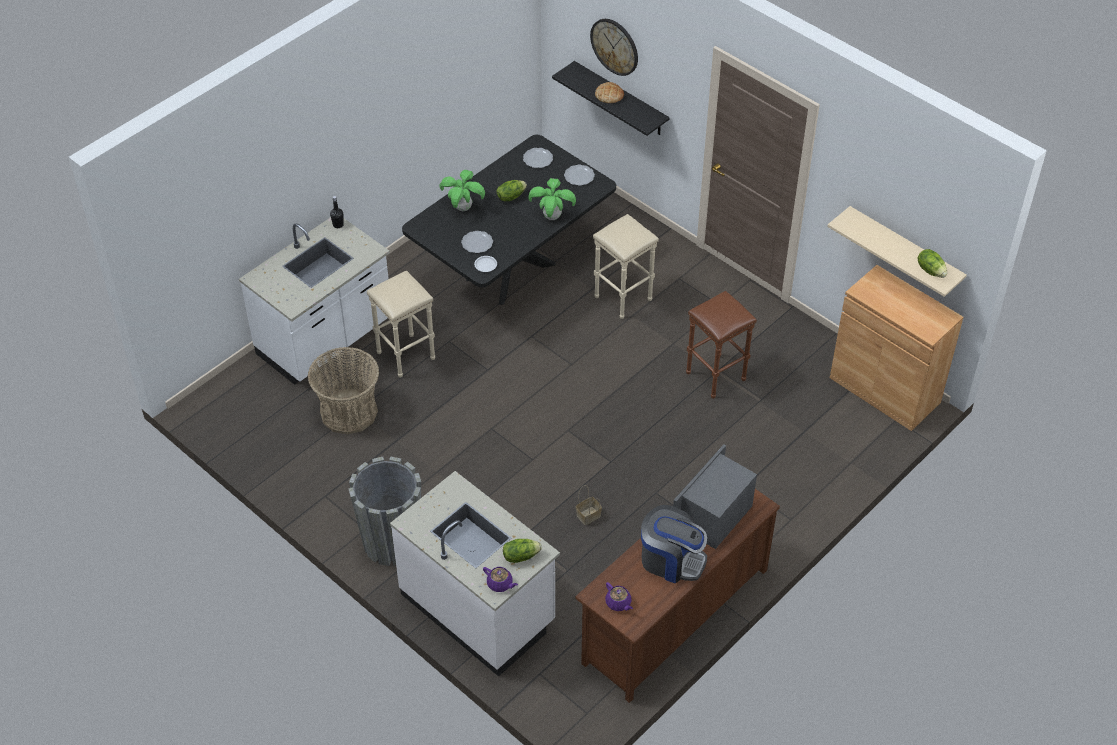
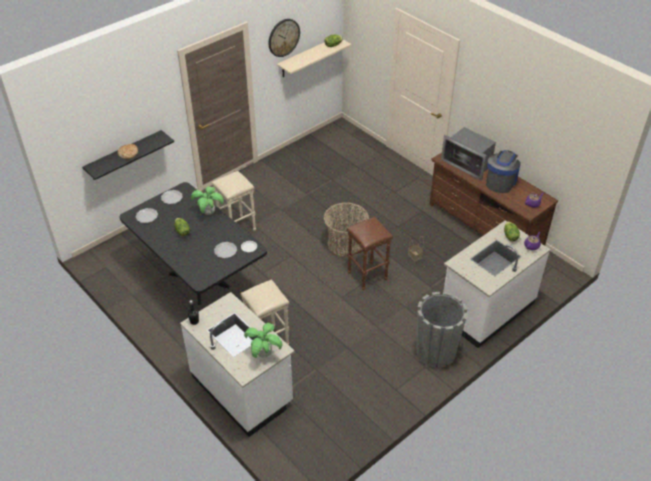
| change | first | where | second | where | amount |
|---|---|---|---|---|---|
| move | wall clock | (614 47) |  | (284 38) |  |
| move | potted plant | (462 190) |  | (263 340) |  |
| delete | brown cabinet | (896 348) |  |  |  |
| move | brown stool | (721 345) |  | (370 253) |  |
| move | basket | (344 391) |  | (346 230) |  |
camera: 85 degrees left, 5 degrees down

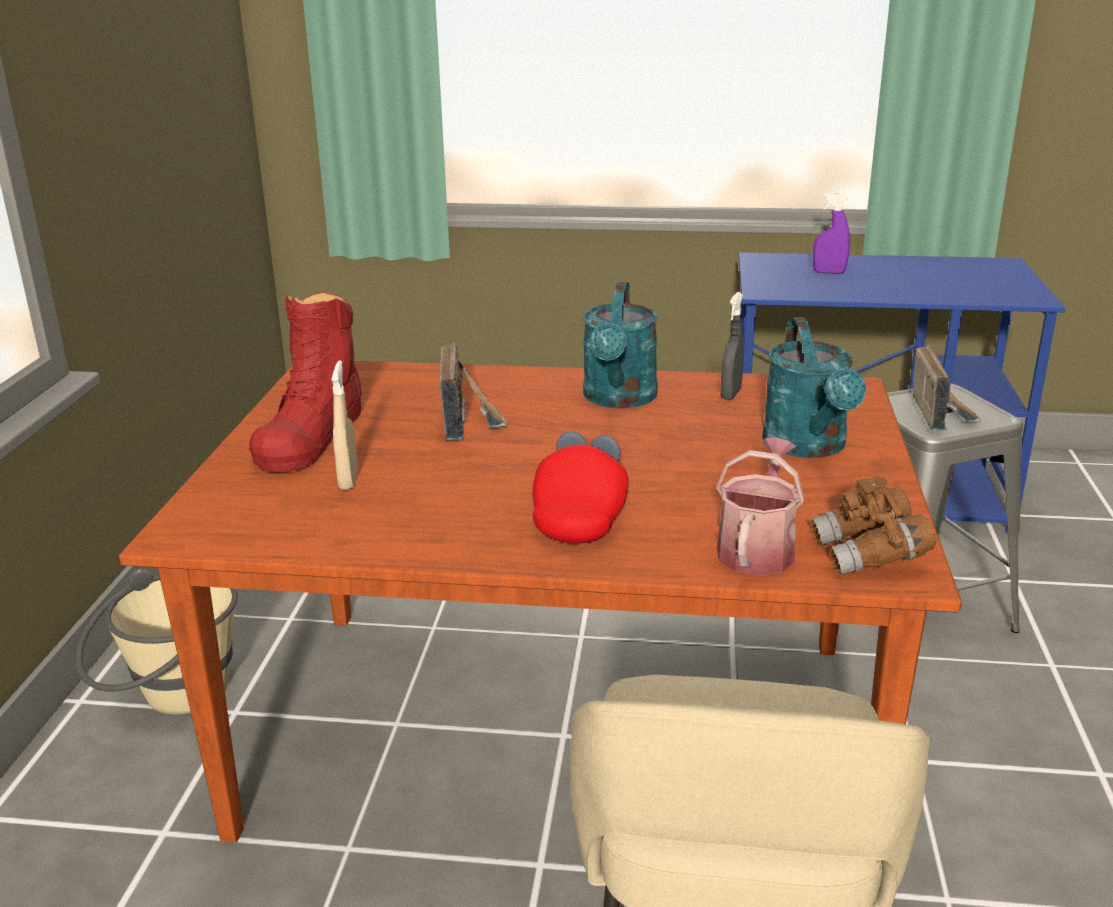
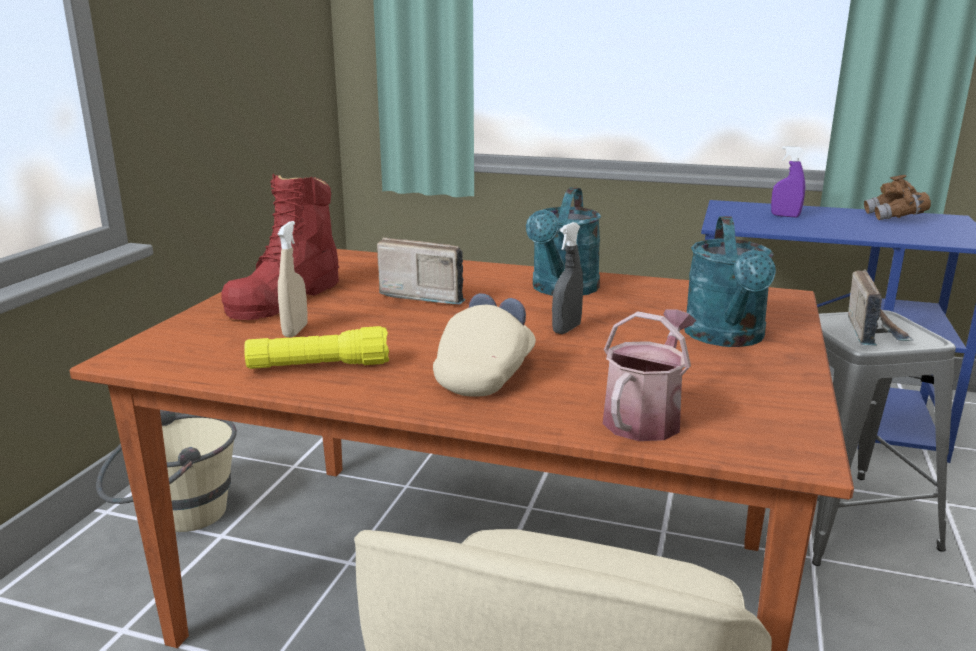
| change | first | where | second | where | amount |
|---|---|---|---|---|---|
| move | grey spray bottle | (732 346) |  | (567 278) |  |
| rotate | radio | (473 391) |  | (421 271) | 75 degrees counterclockwise |
| recolor | red cap | (580 487) | beige cap | (484 345) |  |
| move | brown binoculars | (873 526) |  | (897 197) |  |
| insert |  |  | yellow flashlight | (316 347) |  |
camera: 10 degrees right, 5 degrees down

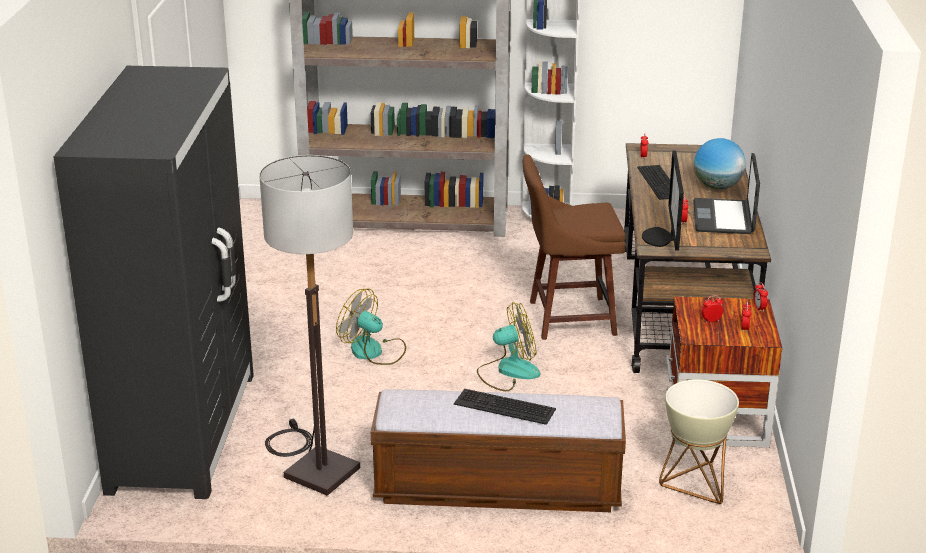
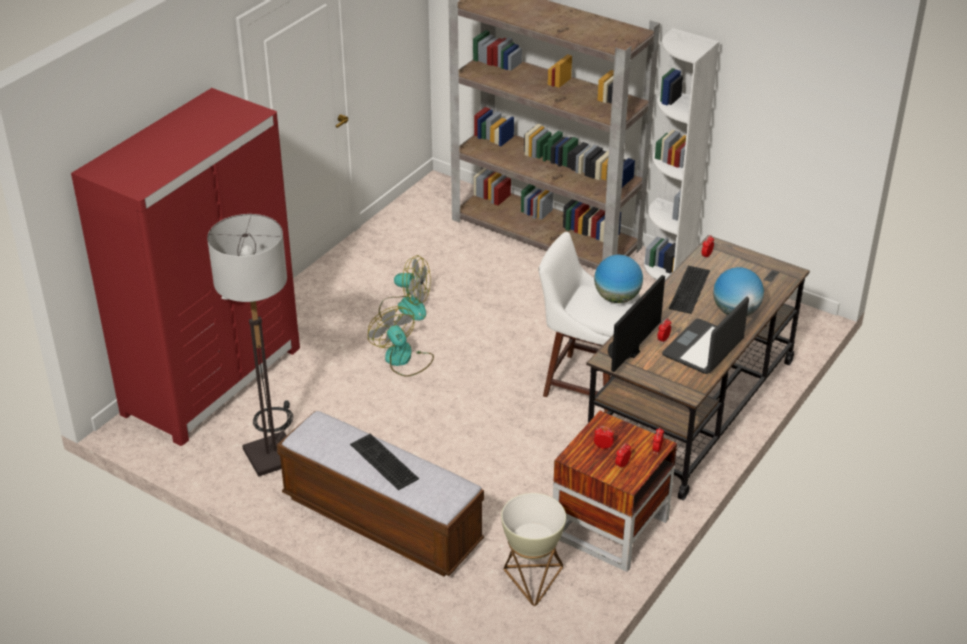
| change | first | where | second | where | amount |
|---|---|---|---|---|---|
| recolor | black cabinet | (153 282) | red cabinet | (185 267) |  |
| recolor | brown stool | (574 247) | white stool | (589 322) |  |
| move | fan | (508 346) |  | (405 289) |  |
| insert |  |  | globe | (618 279) |  |
camera: 30 degrees right, 10 degrees up

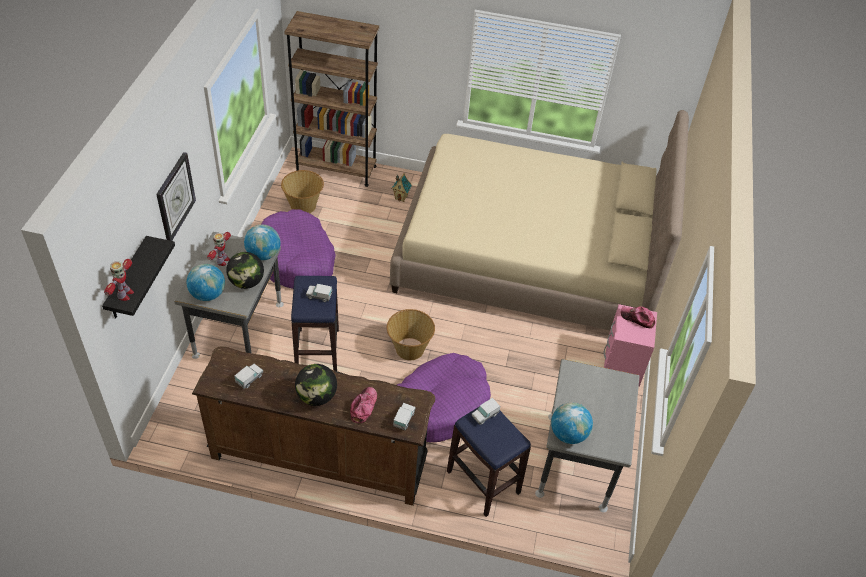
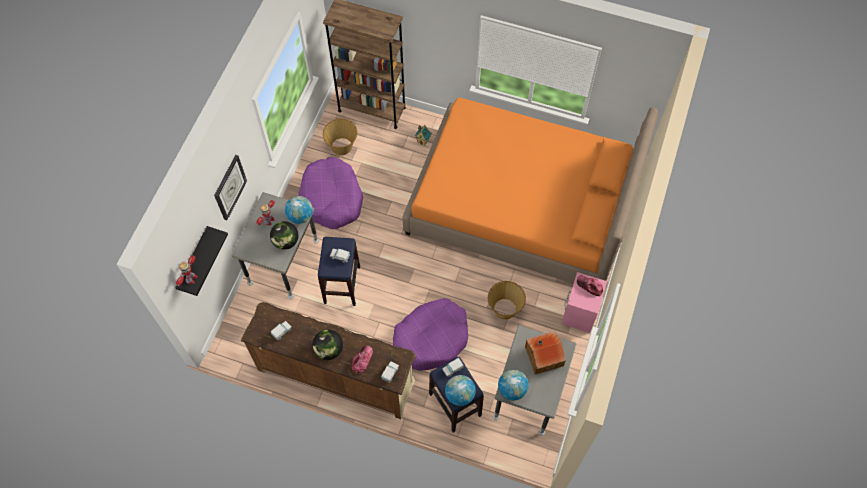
| change | first | where | second | where | amount |
|---|---|---|---|---|---|
| recolor | beige bed | (539 220) | orange bed | (530 190) |  |
| move | globe | (205 282) |  | (460 390) |  |
| move | basket | (411 334) |  | (507 300) |  |
| recolor | black cabinet | (313 426) | beige cabinet | (328 360) |  |
| insert |  |  | toy house | (545 352) |  |
camera: 10 degrees right, 15 degrees up

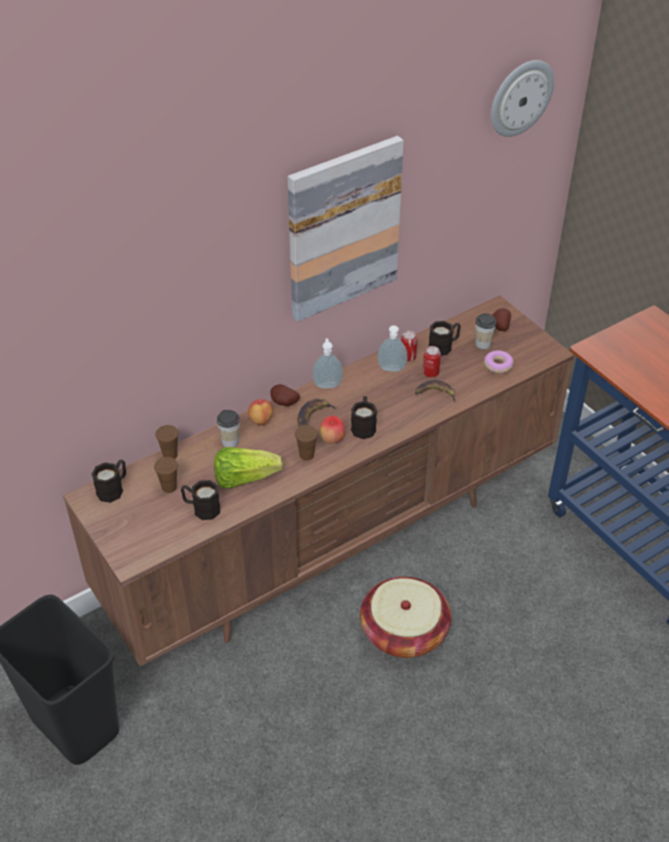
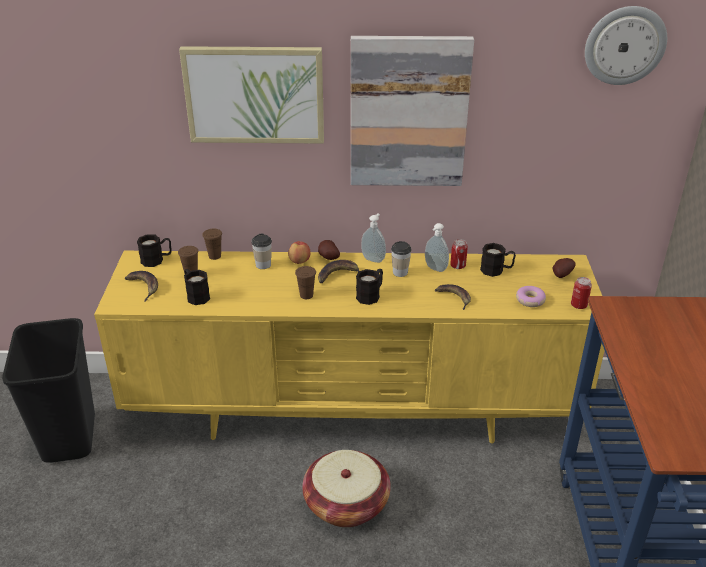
| change | first | where | second | where | amount |
|---|---|---|---|---|---|
| recolor | brown cabinet | (318 481) | yellow cabinet | (349 347) |  |
| move | cup | (486 331) |  | (401 259) |  |
| move | can | (432 361) |  | (581 293) |  |
| delete | apple | (332 430) |  |  |  |
| delete | lettuce | (248 468) |  |  |  |
| insert |  |  | picture | (251 95) |  |
| insert |  |  | banana | (141 286) |  |
camera: 35 degrees right, 10 degrees down

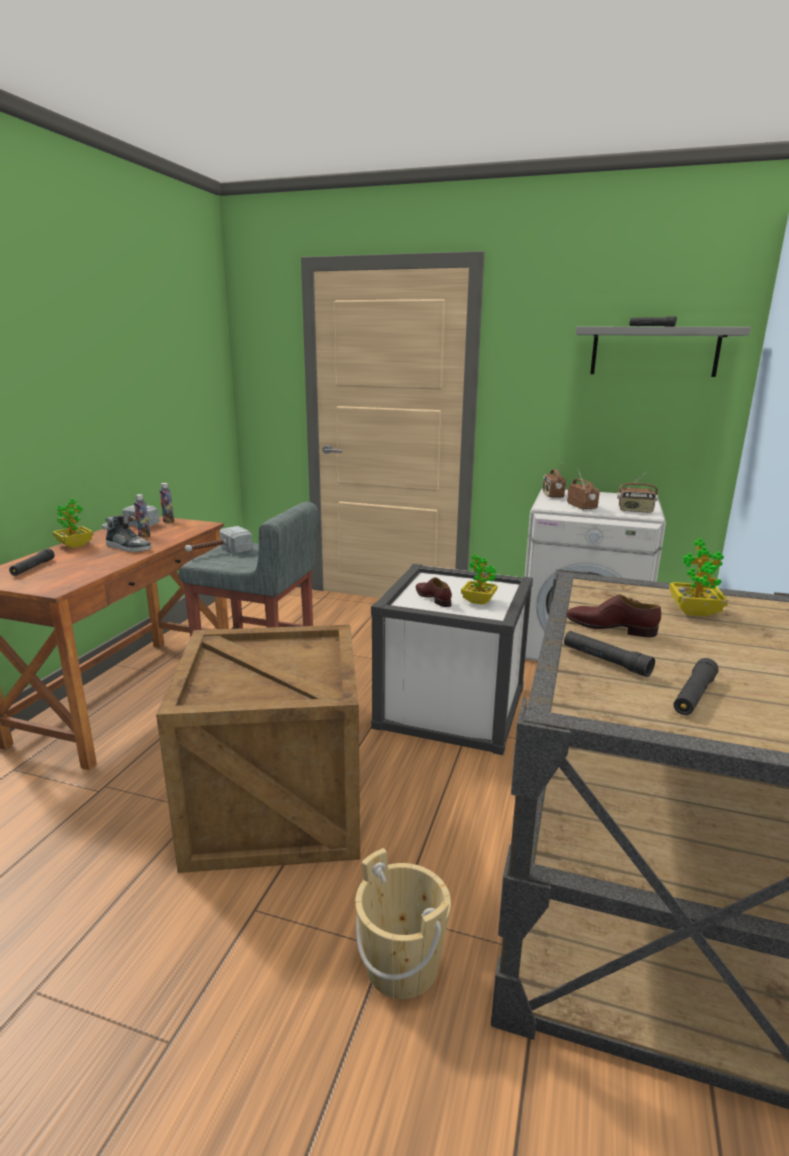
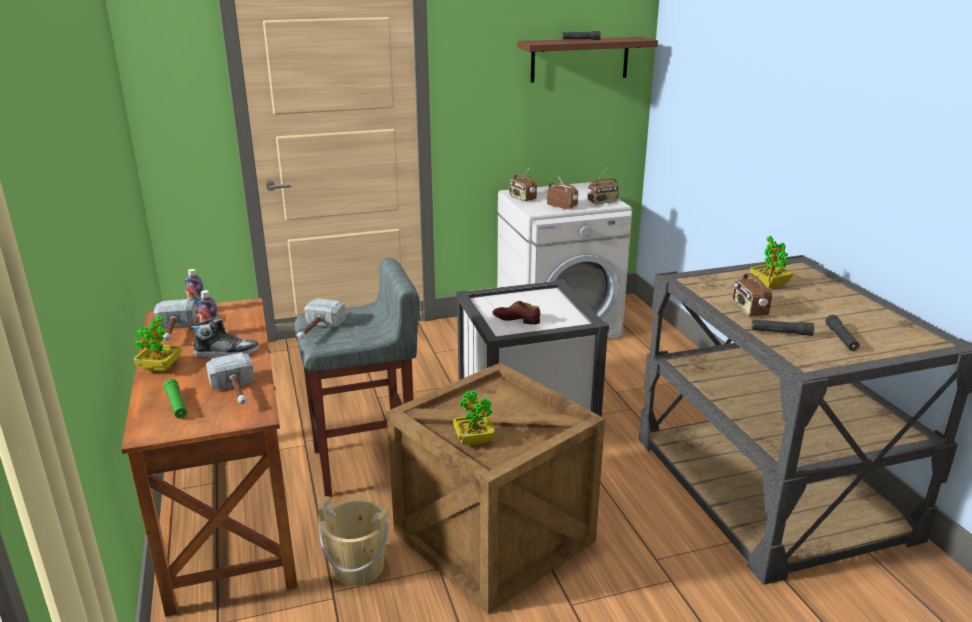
| change | first | where | second | where | amount |
|---|---|---|---|---|---|
| recolor | grey shelf | (663 352) | brown shelf | (587 60) |  |
| recolor | black flashlight | (32 562) | green flashlight | (175 399) |  |
| move | potted plant | (479 579) |  | (474 418) |  |
| replace | brown shoe | (613 615) | radio | (752 291) |  |
| move | beige bucket | (403 923) |  | (353 541) |  |
| insert |  |  | hammer | (230 378) |  |
camera: 35 degrees left, 5 degrees up

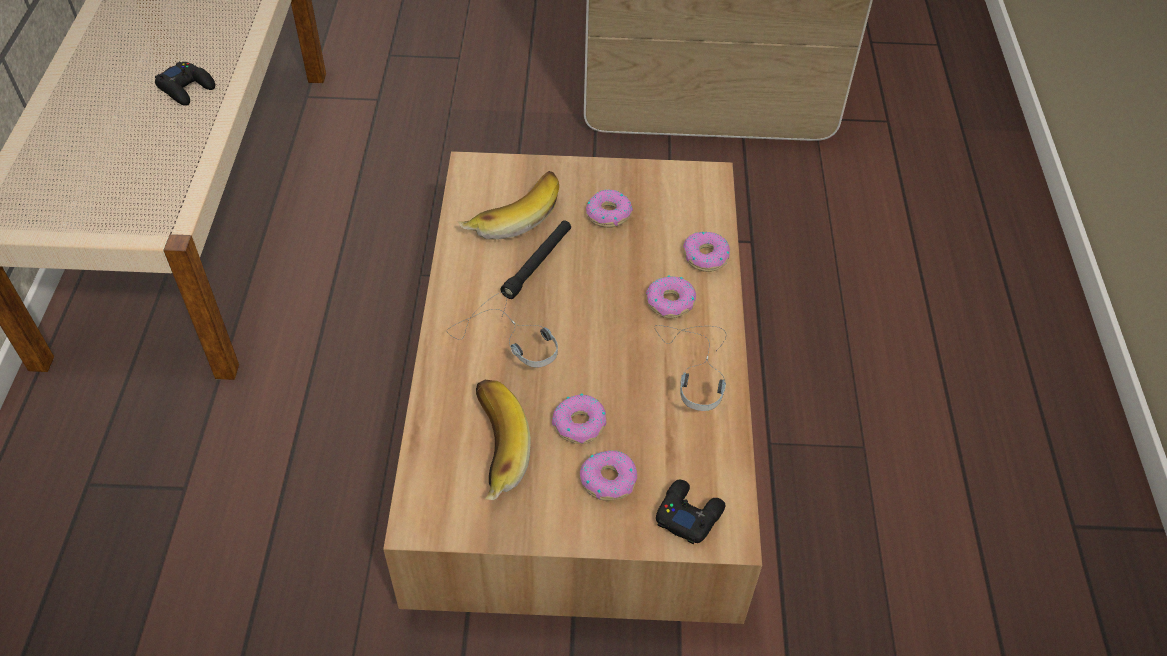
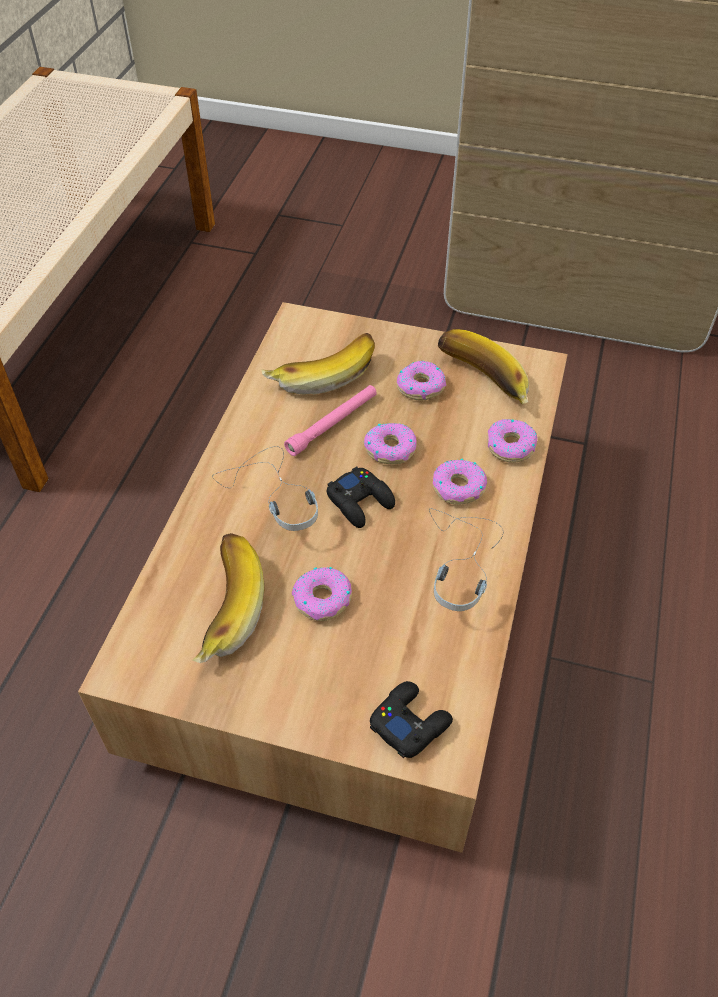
| change | first | where | second | where | amount |
|---|---|---|---|---|---|
| move | black game controller | (185 84) |  | (361 497) |  |
| recolor | black flashlight | (536 259) | pink flashlight | (330 420) |  |
| move | donut | (608 475) |  | (390 443) |  |
| insert |  |  | banana | (483 366) |  |
camera: 15 degrees right, 0 degrees up

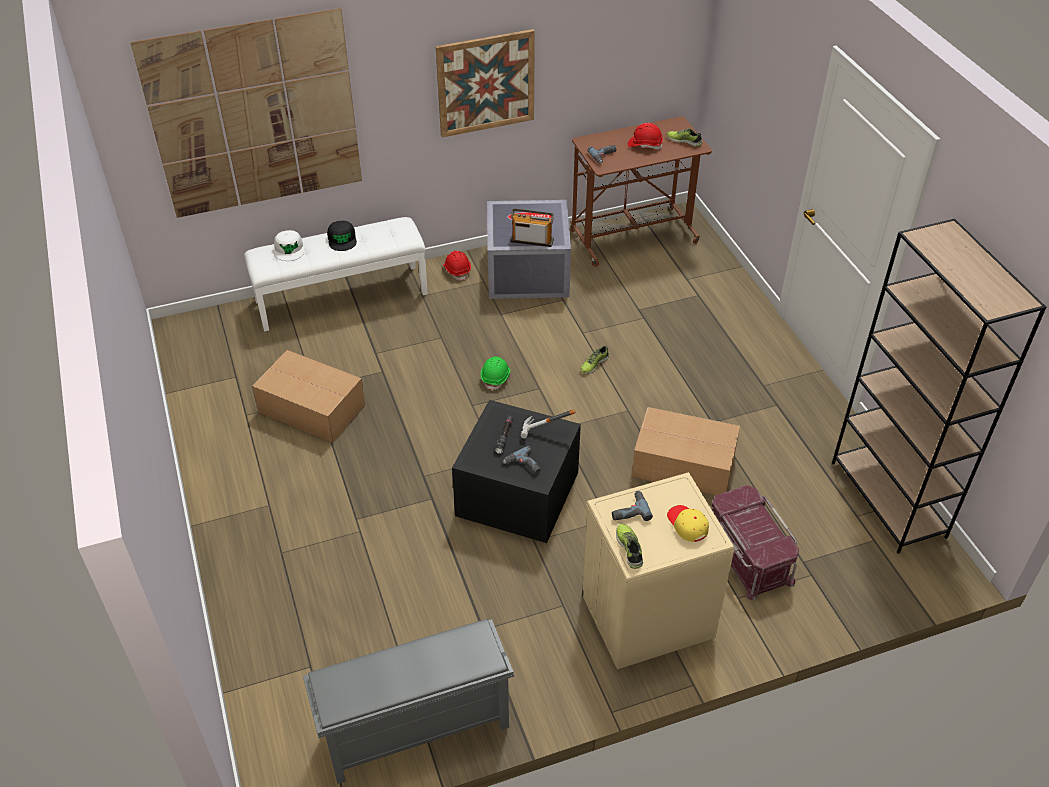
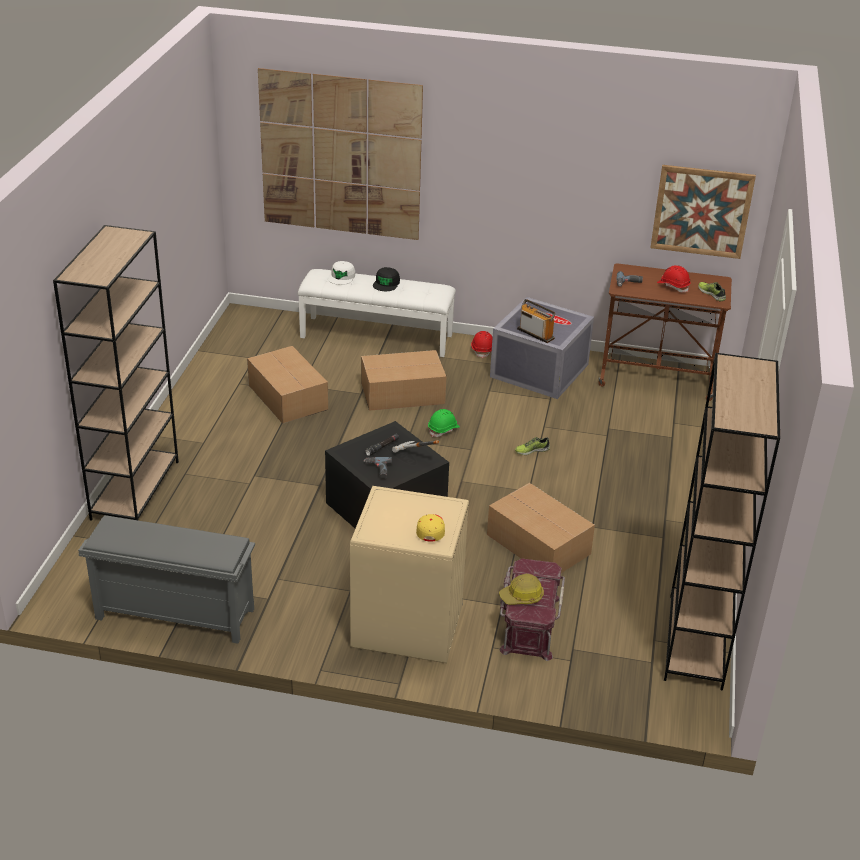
| change | first | where | second | where | amount |
|---|---|---|---|---|---|
| move | picture | (485 83) |  | (703 212) |  |
| delete | power drill | (632 506) |  |  |  |
| delete | shoe | (629 546) |  |  |  |
| insert |  |  | beige bookcase | (116 373) |  |
| insert |  |  | cardboard box | (403 380) |  |
| insert |  |  | hard hat | (521 589) |  |
camera: 30 degrees right, 10 degrees down

